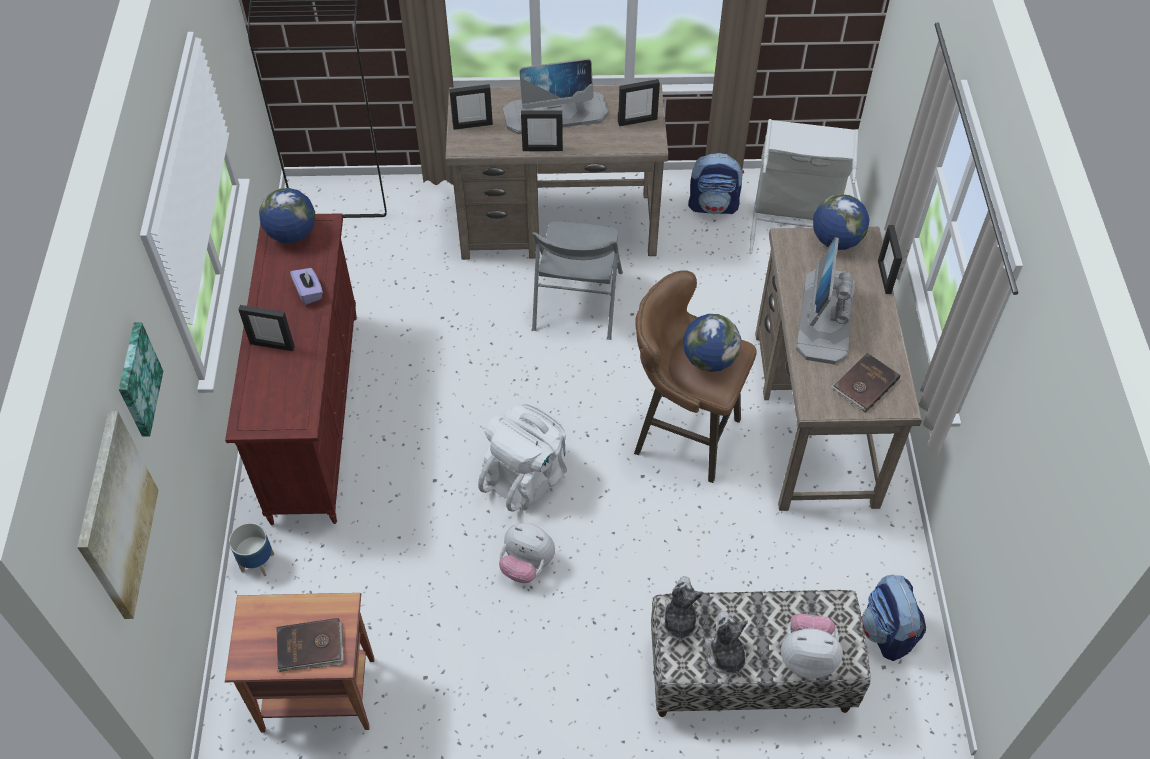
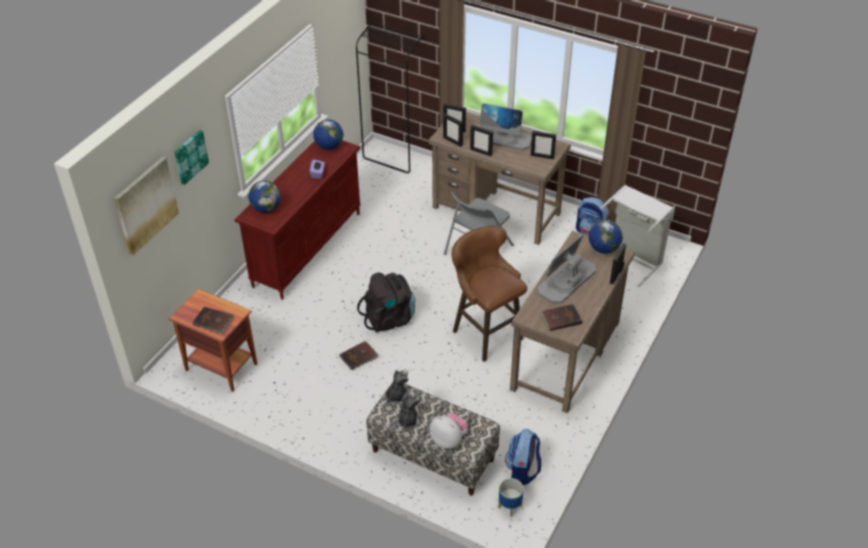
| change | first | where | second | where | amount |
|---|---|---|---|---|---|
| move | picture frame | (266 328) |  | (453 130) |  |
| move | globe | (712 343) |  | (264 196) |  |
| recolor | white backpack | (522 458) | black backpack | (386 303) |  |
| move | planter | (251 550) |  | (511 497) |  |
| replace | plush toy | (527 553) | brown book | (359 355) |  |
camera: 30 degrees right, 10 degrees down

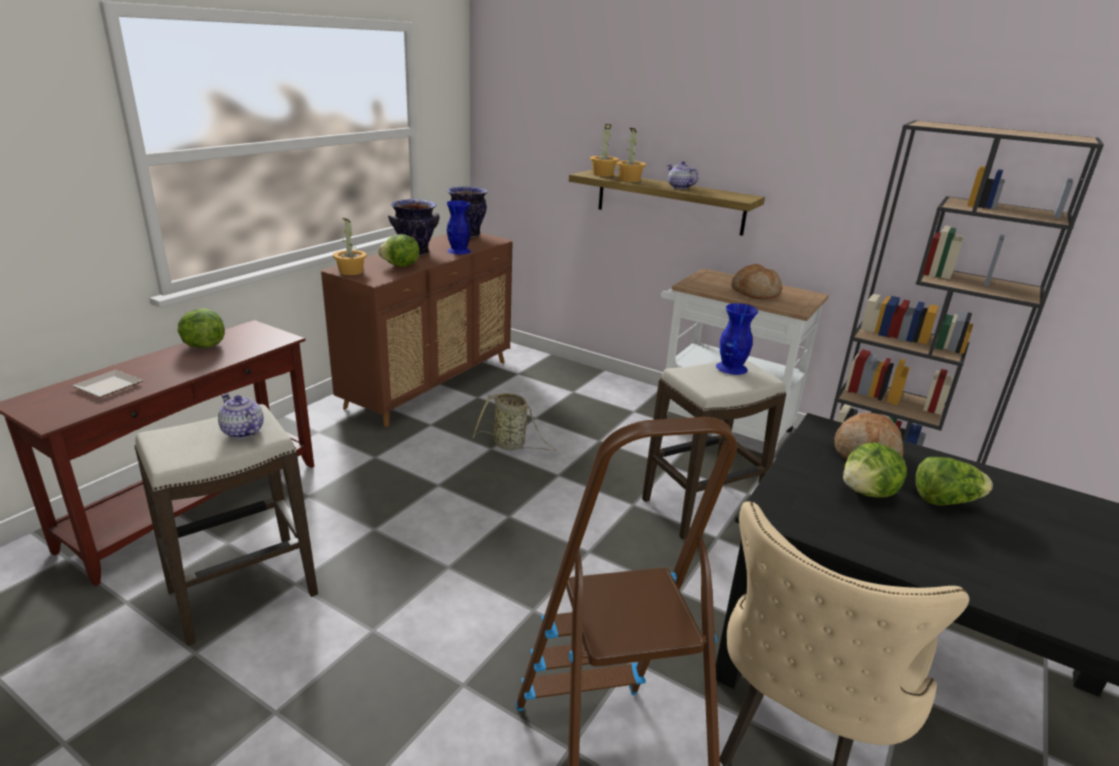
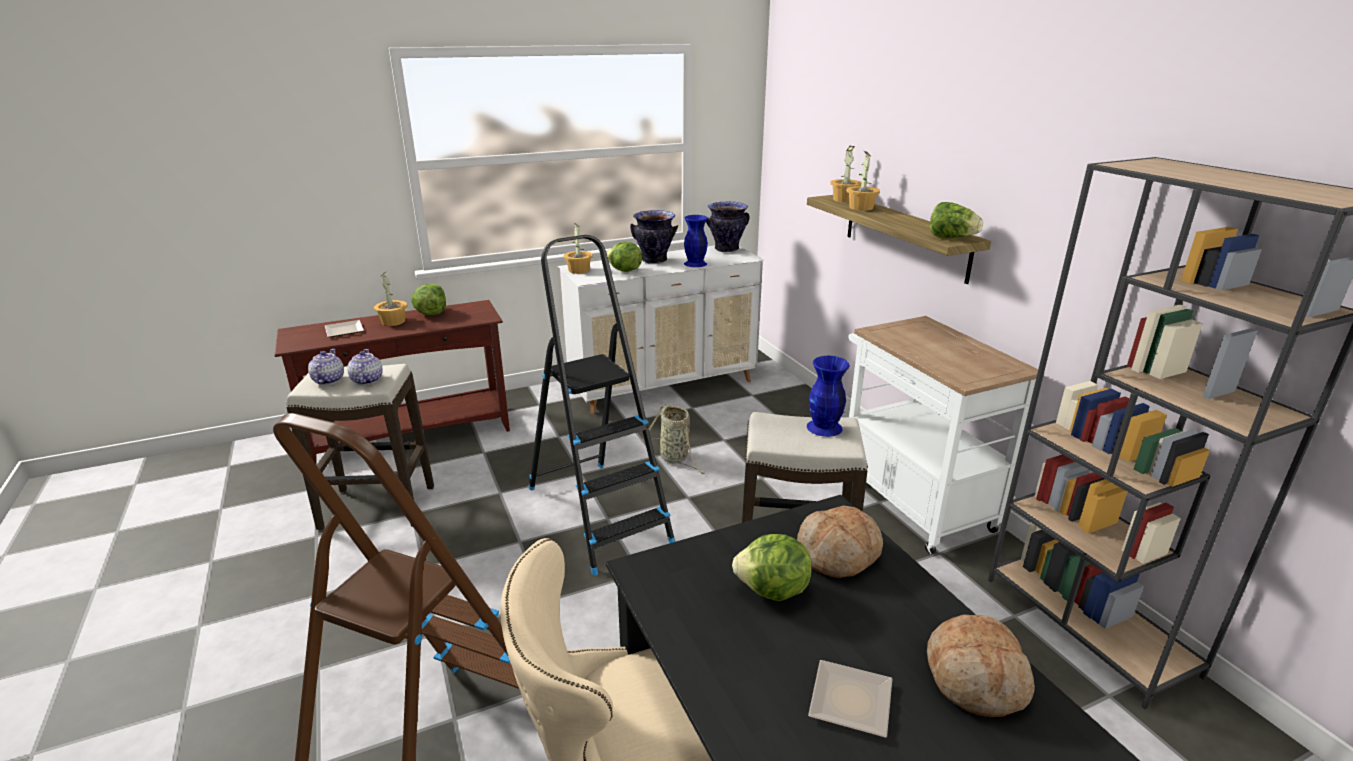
| change | first | where | second | where | amount |
|---|---|---|---|---|---|
| move | teapot | (683 175) |  | (326 367) |  |
| recolor | brown cabinet | (416 330) | white cabinet | (661 330) |  |
| move | bread | (756 281) |  | (981 666) |  |
| move | lettuce | (954 481) |  | (956 220) |  |
| insert |  |  | black step ladder | (602 405) |  |
| insert |  |  | potted plant | (390 299) |  |
| insert |  |  | plate | (850 699) |  |
camera: 35 degrees right, 0 degrees up

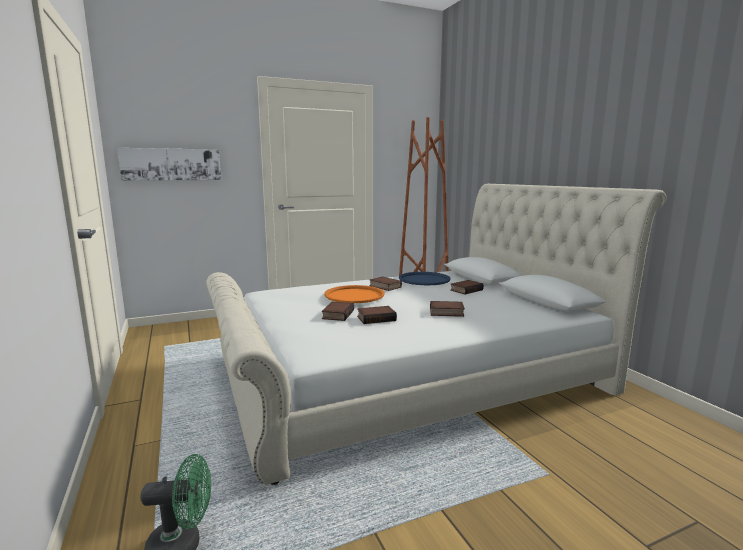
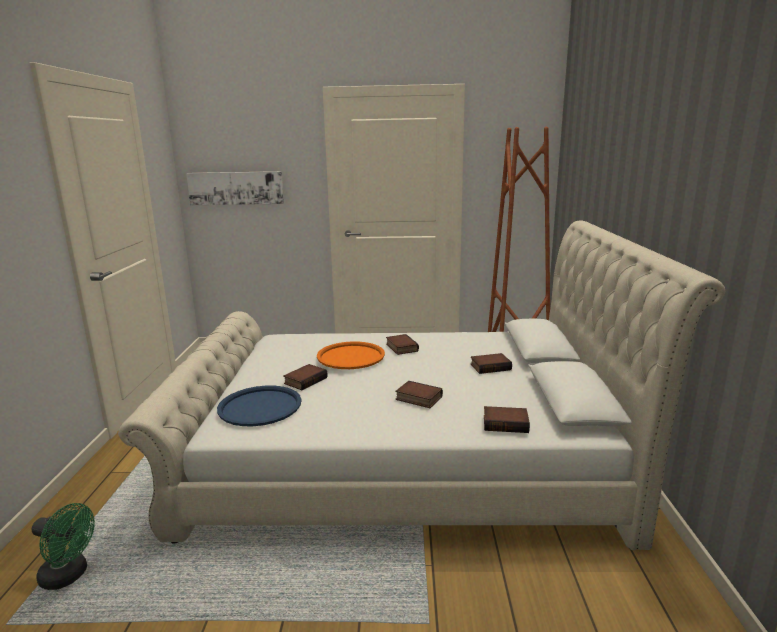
| change | first | where | second | where | amount |
|---|---|---|---|---|---|
| move | blue tray | (425 278) |  | (259 406) |  |
| move | book | (377 315) |  | (507 419) |  |
camera: 25 degrees right, 5 degrees up

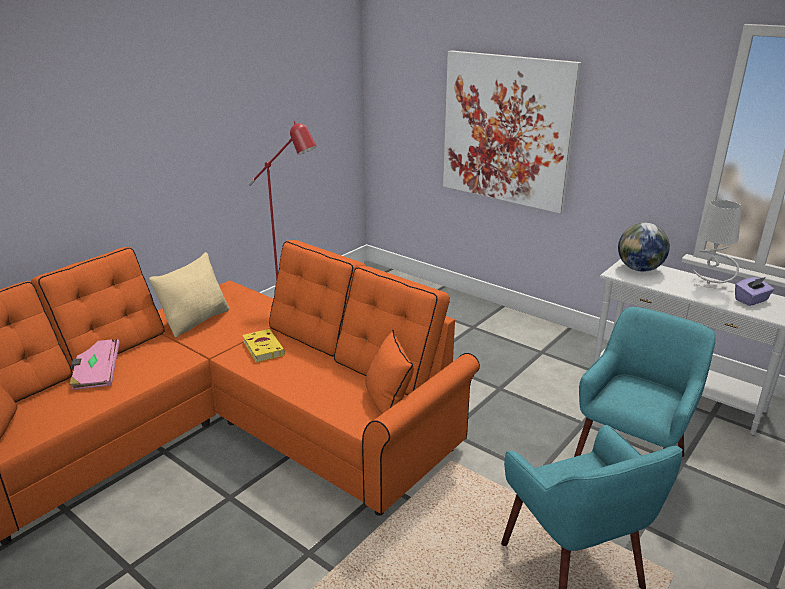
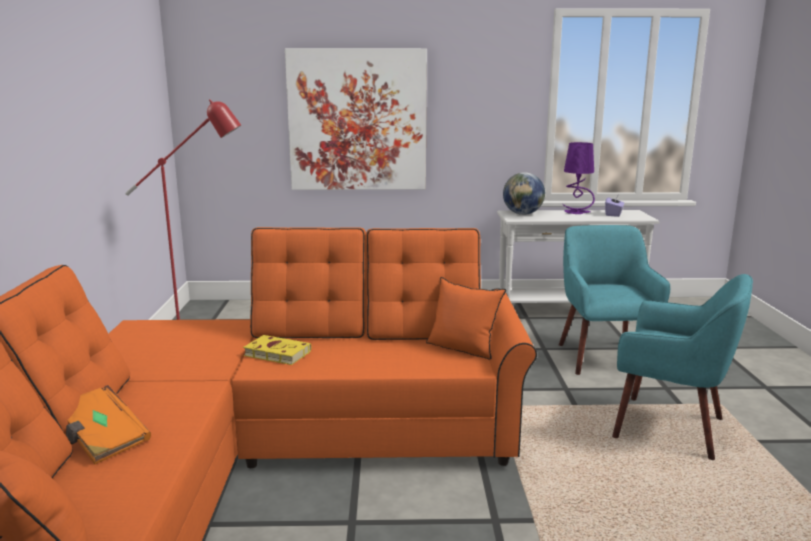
| change | first | where | second | where | amount |
|---|---|---|---|---|---|
| recolor | grey table lamp | (717 244) | purple table lamp | (578 178) |  |
| delete | beige pillow | (189 295) |  |  |  |
| recolor | pink book | (94 364) | orange book | (108 424) |  |
camera: 40 degrees left, 10 degrees down

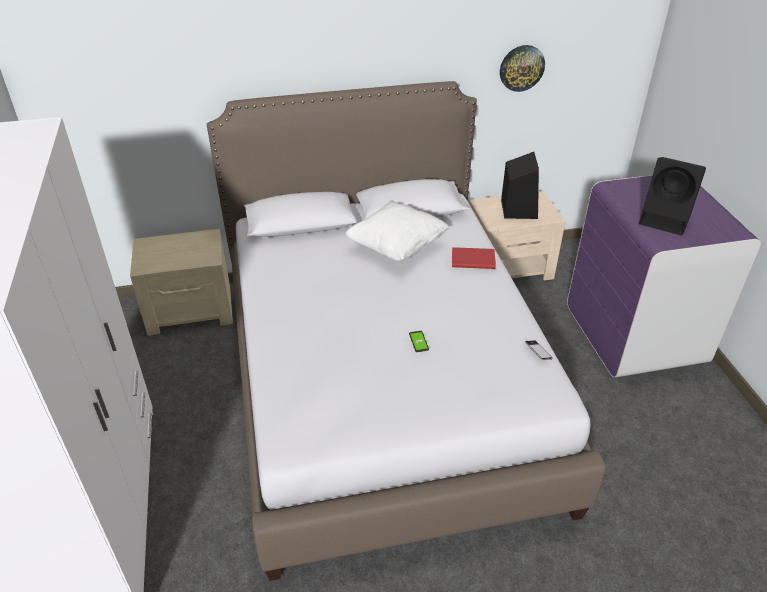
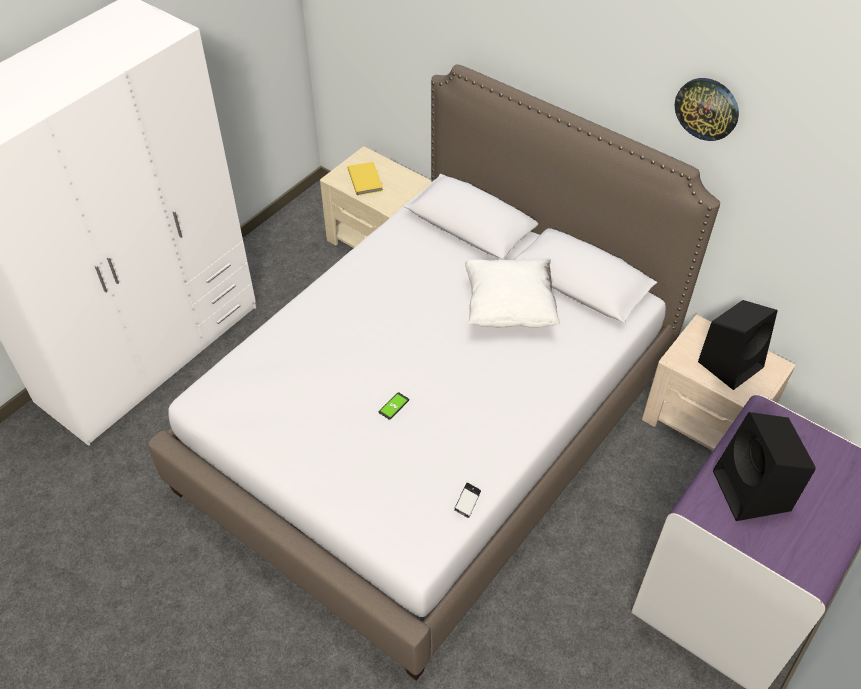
| change | first | where | second | where | amount |
|---|---|---|---|---|---|
| move | wall clock | (522 68) |  | (707 109) |  |
| delete | red book | (474 258) |  |  |  |
| insert |  |  | yellow book | (365 179) |  |
camera: 50 degrees right, 10 degrees up

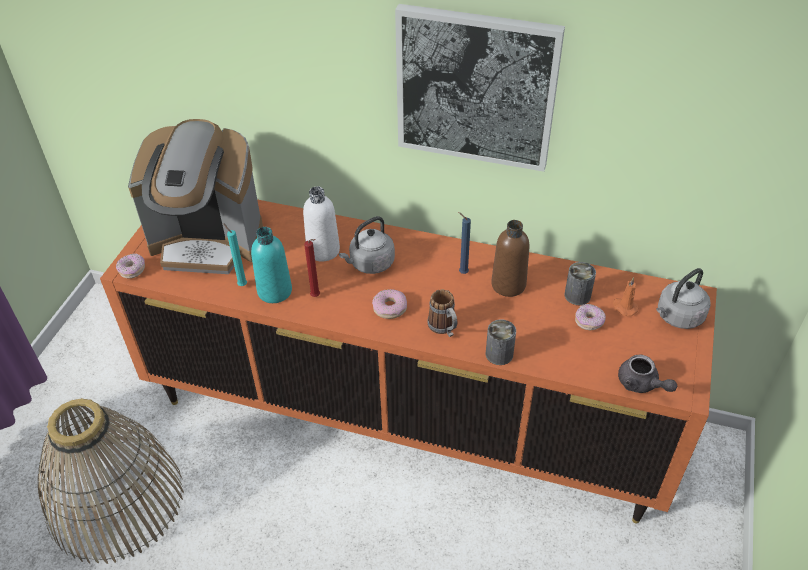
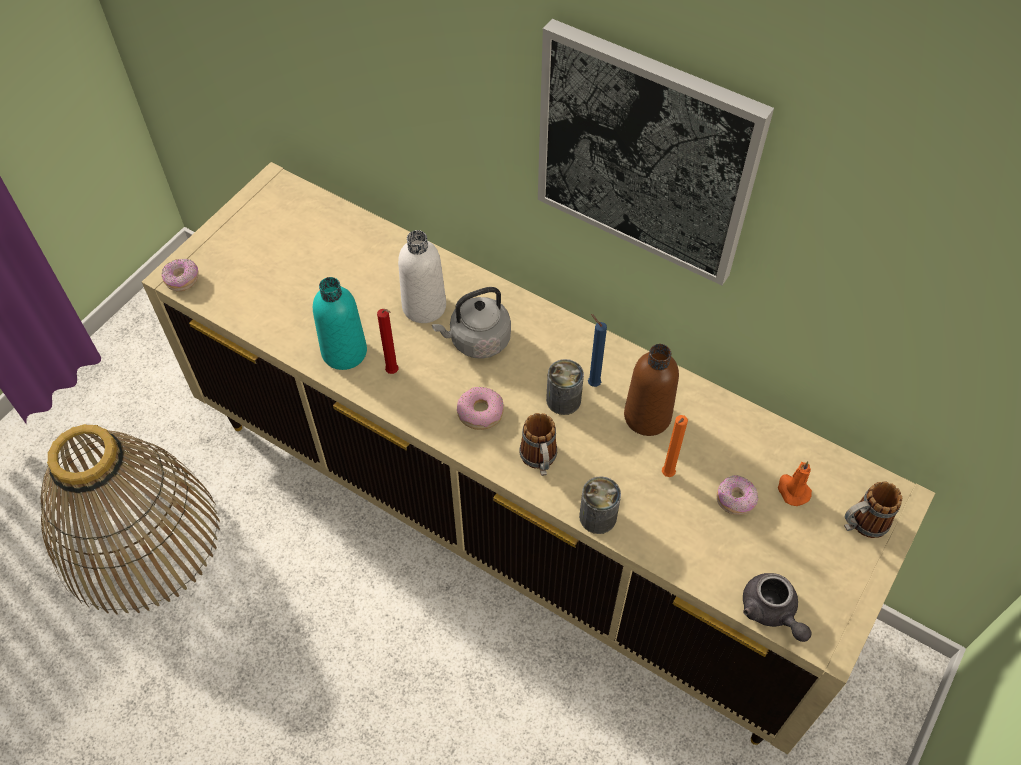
| change | first | where | second | where | amount |
|---|---|---|---|---|---|
| delete | coffee machine | (195 196) |  |  |  |
| recolor | orange cabinet | (408 361) | beige cabinet | (538 458) |  |
| delete | turquoise candle | (235 254) |  |  |  |
| move | can | (580 283) |  | (565 387) |  |
| replace | grey kettle | (683 298) | mug | (873 509) |  |
| insert |  |  | orange candle | (675 446) |  |
camera: 15 degrees right, 10 degrees up

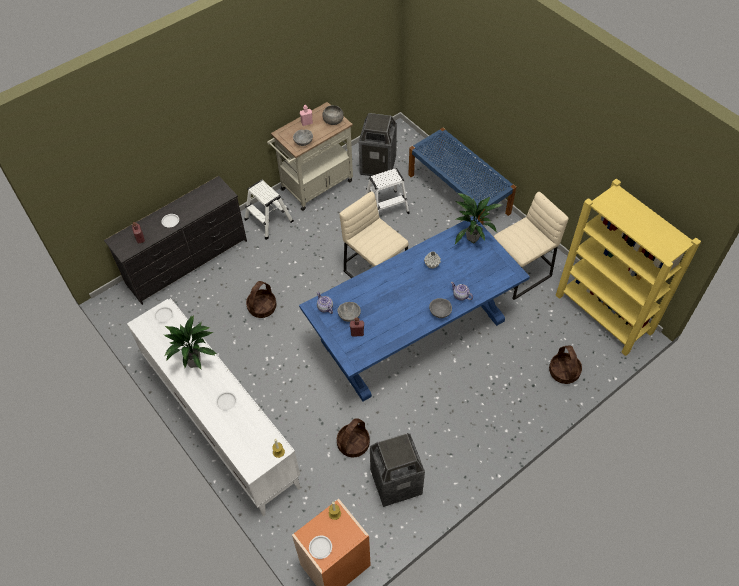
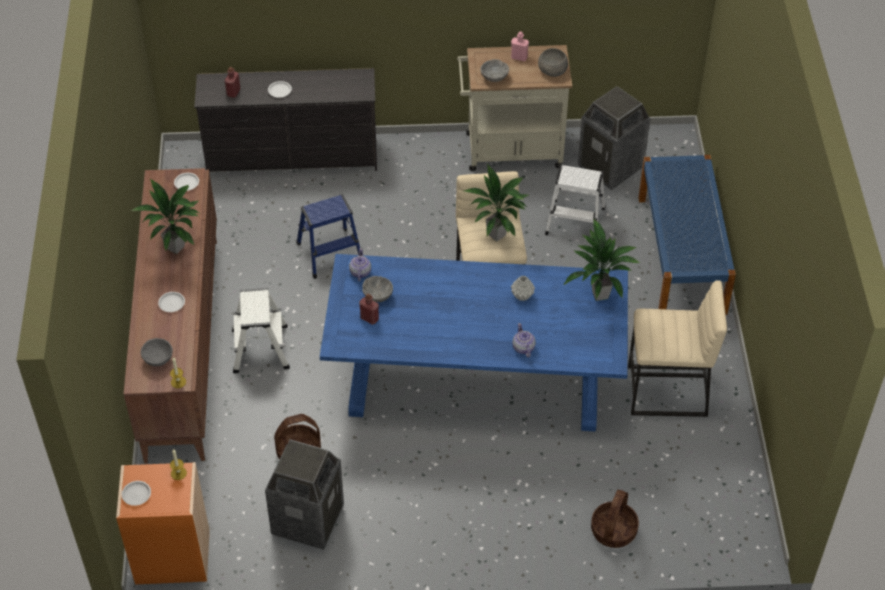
| change | first | where | second | where | amount |
|---|---|---|---|---|---|
| move | white step ladder | (269 209) |  | (261 330) |  |
| delete | yellow bookcase | (628 267) |  |  |  |
| replace | basket | (261 299) | blue step ladder | (328 236) |  |
| recolor | white cabinet | (214 407) | brown cabinet | (170 315) |  |
| move | grey bowl | (440 308) |  | (157 352) |  |
| insert |  |  | potted plant | (496 203) |  |
camera: 35 degrees right, 5 degrees down

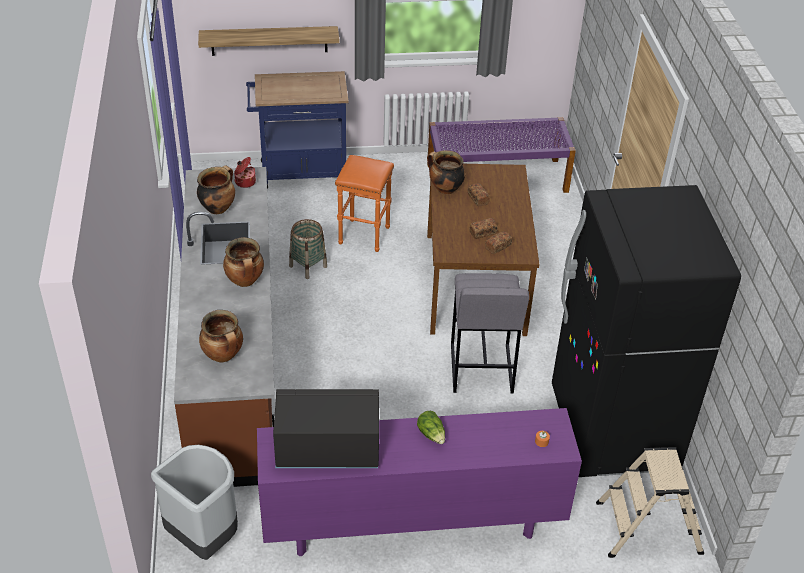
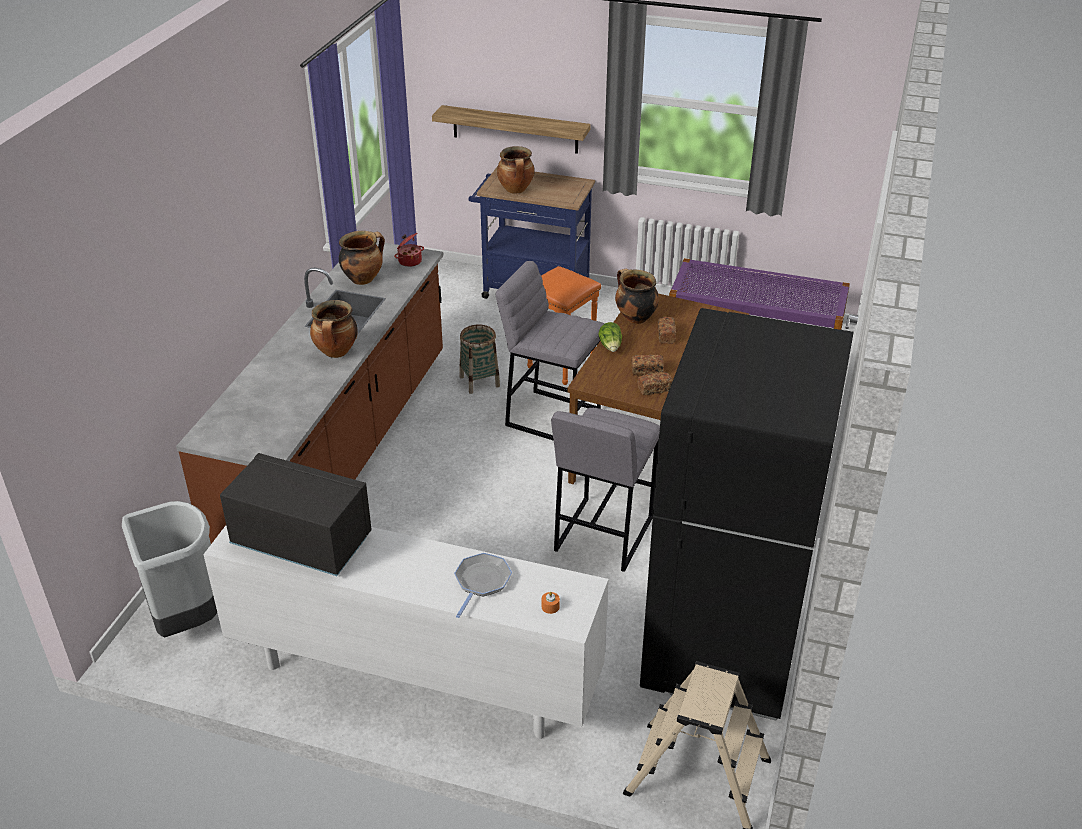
| change | first | where | second | where | amount |
|---|---|---|---|---|---|
| move | cooking pot | (221 336) |  | (516 170) |  |
| recolor | purple cabinet | (419 482) | white cabinet | (406 632) |  |
| move | lettuce | (431 427) |  | (610 337) |  |
| insert |  |  | grey stool | (549 351) |  |
| insert |  |  | frying pan | (483 585) |  |
camera: 25 degrees right, 5 degrees down

